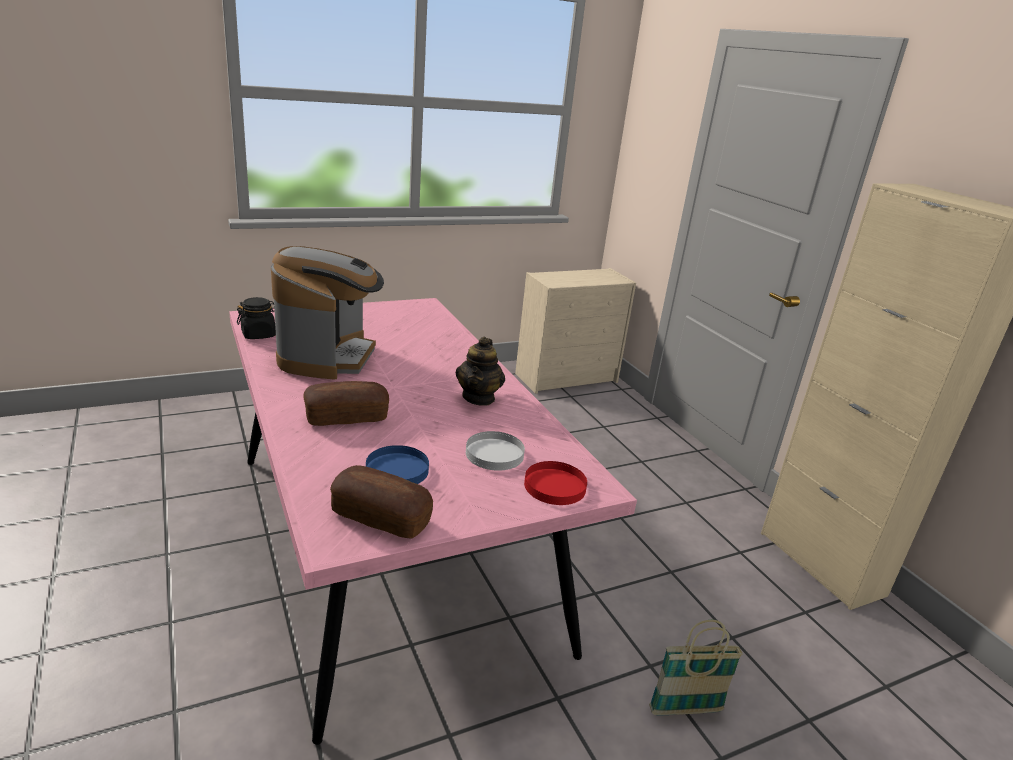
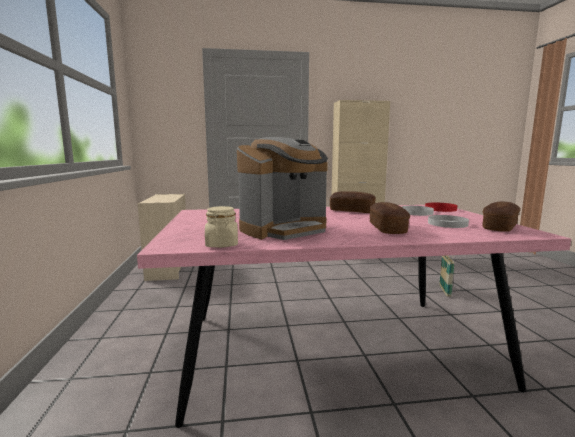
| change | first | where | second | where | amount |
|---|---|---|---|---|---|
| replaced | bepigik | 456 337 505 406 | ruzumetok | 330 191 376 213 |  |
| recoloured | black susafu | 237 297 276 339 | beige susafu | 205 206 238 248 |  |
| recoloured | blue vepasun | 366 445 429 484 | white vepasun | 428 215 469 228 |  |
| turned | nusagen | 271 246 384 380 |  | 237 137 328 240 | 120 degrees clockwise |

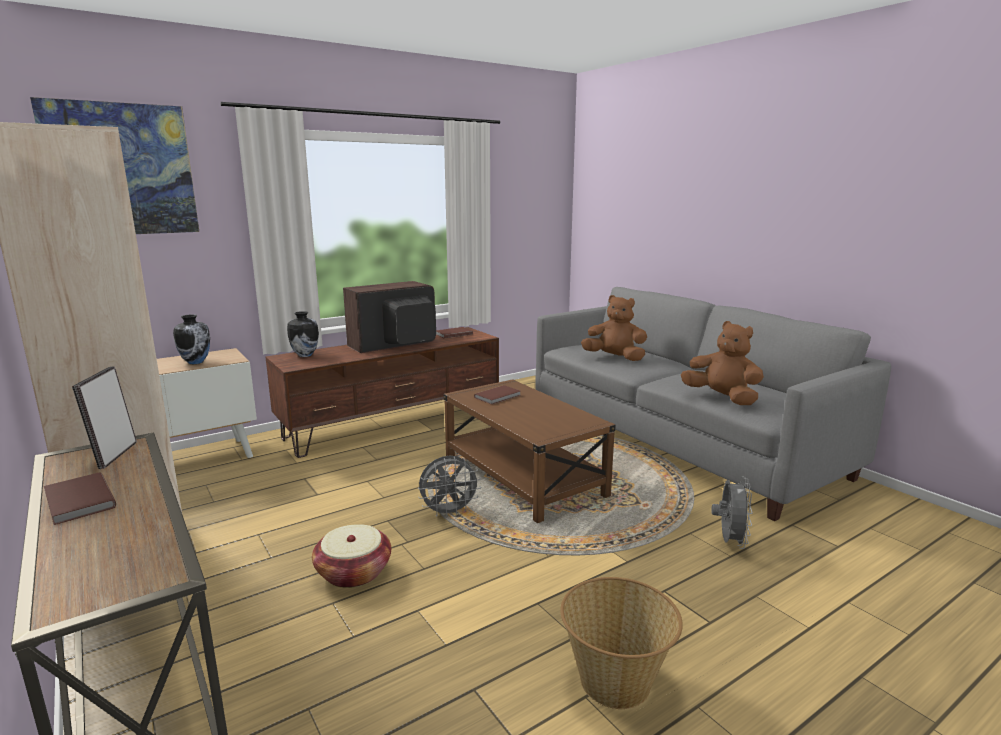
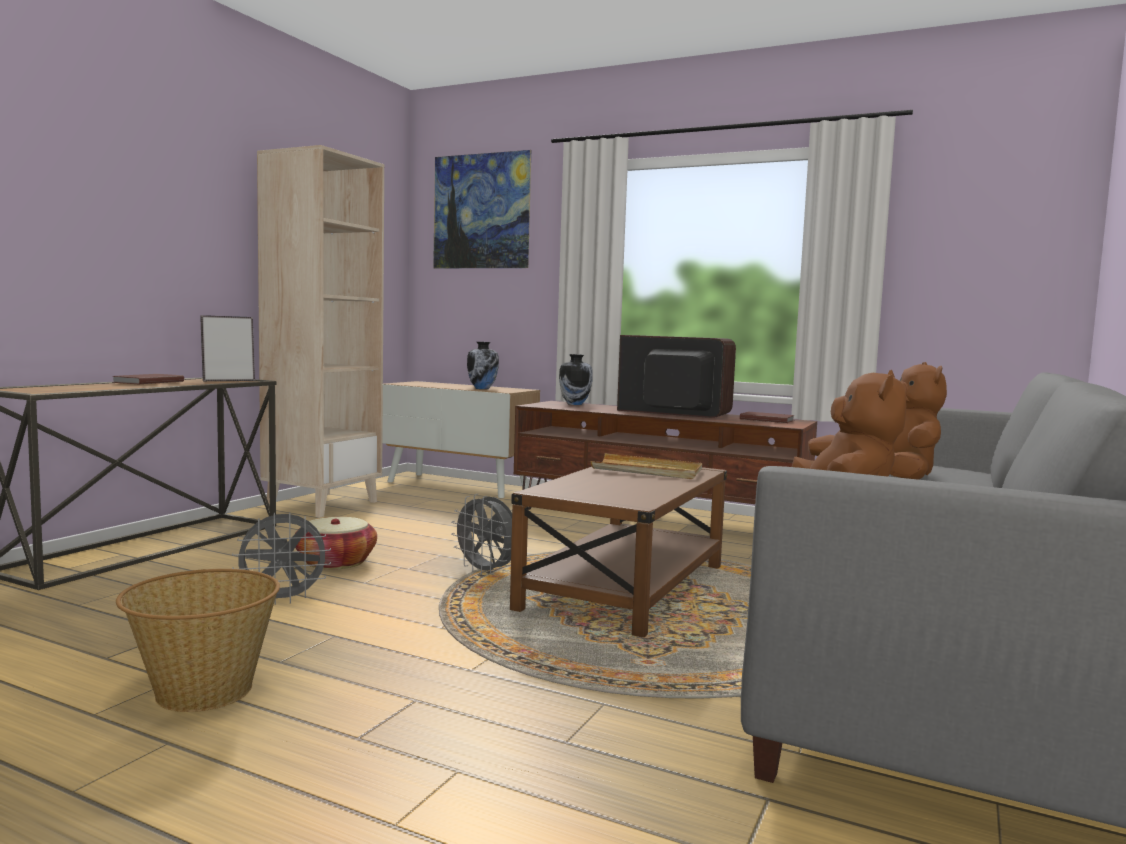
| change | first | where | second | where | amount |
|---|---|---|---|---|---|
| moved | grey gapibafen | 711 476 753 549 |  | 232 512 331 605 |  |
| replaced | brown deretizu | 474 385 521 405 | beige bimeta | 591 453 702 479 |  |

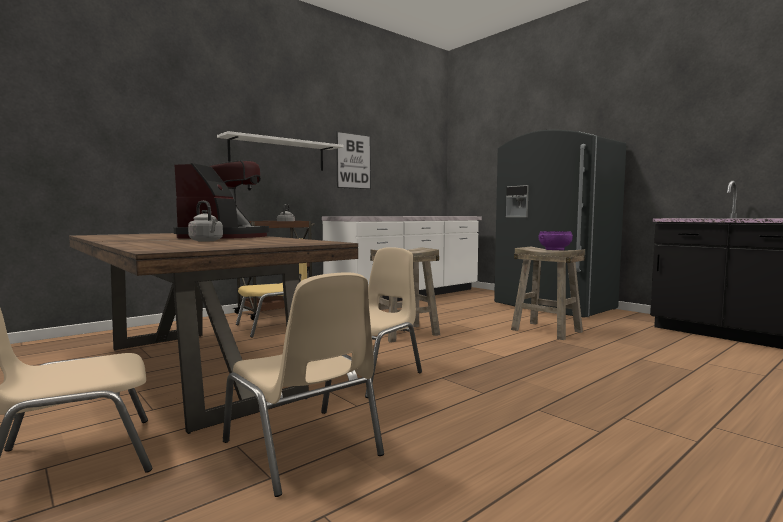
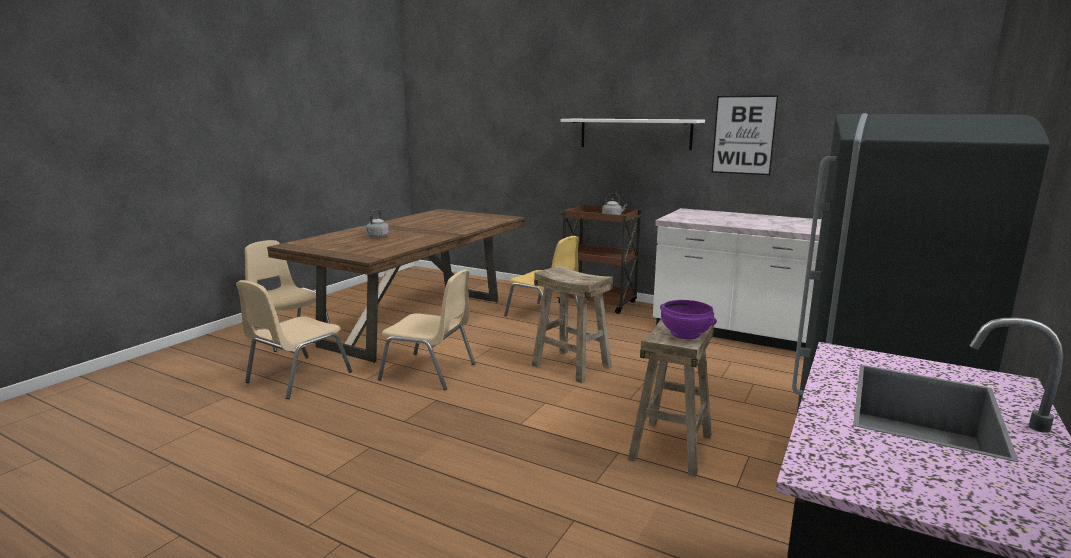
| change | first | where | second | where | amount |
|---|---|---|---|---|---|
| removed | nusagen | 174 160 269 239 |  |  |  |

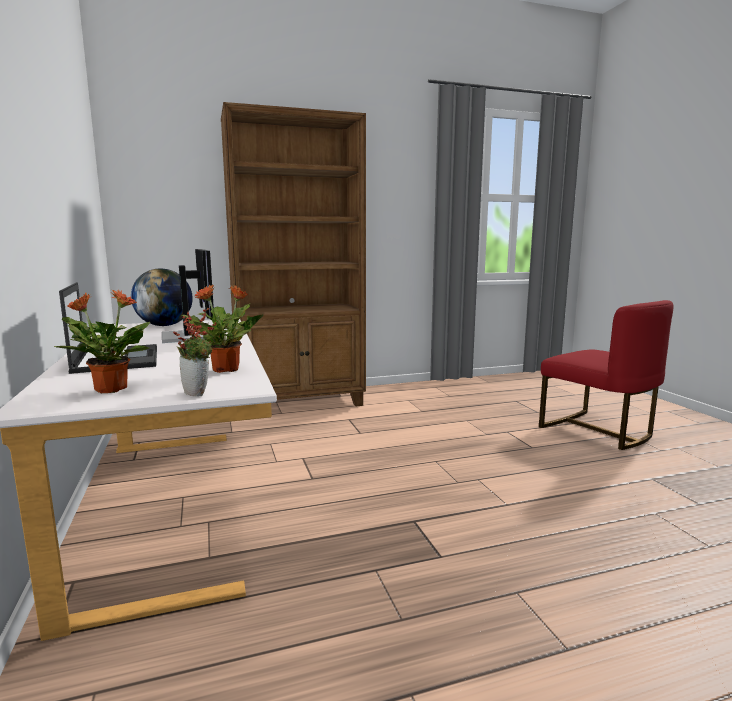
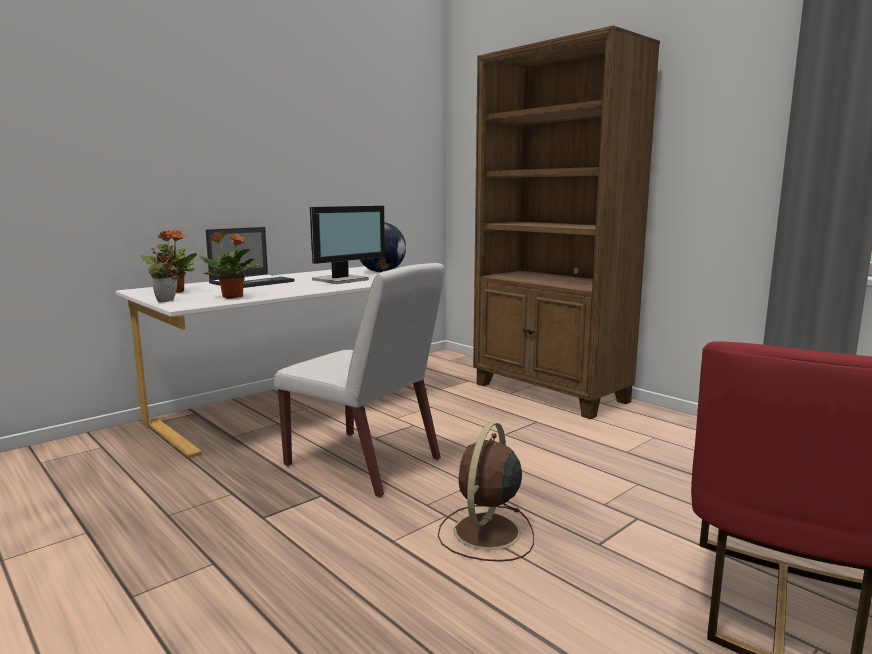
| change | first | where | second | where | amount |
|---|---|---|---|---|---|
| added |  |  | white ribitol | 274 263 445 498 |  |
| added |  |  | brown gapibafen | 438 422 534 562 |  |

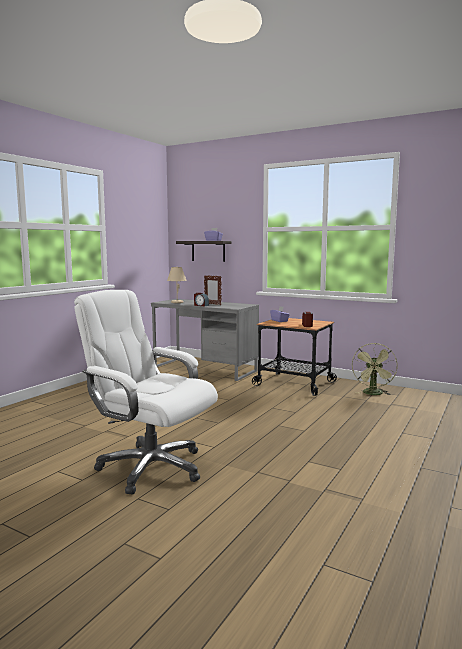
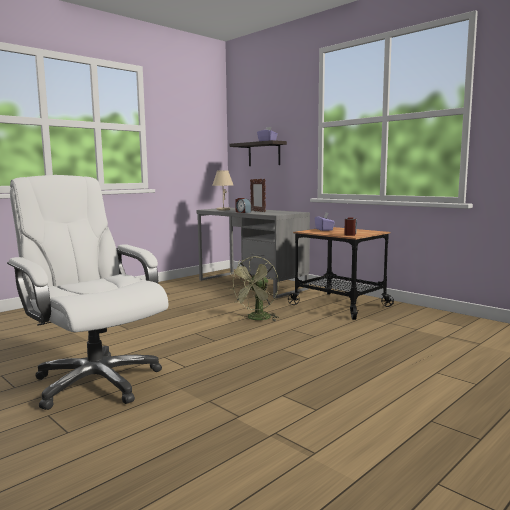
| change | first | where | second | where | amount |
|---|---|---|---|---|---|
| moved | green gapibafen | 352 343 397 395 |  | 229 256 279 321 |  |

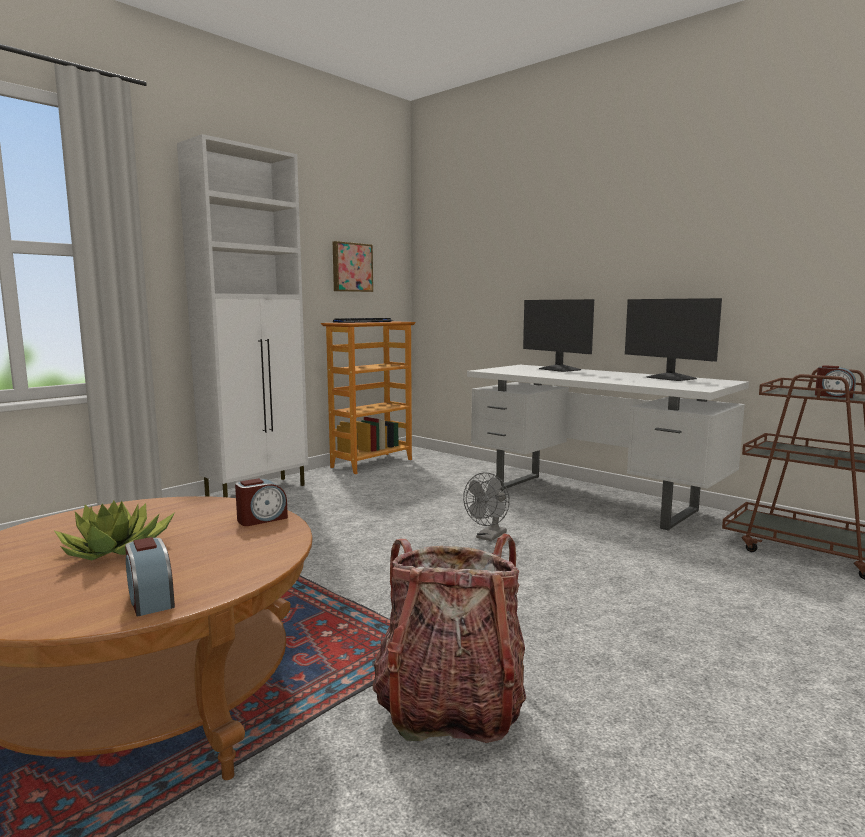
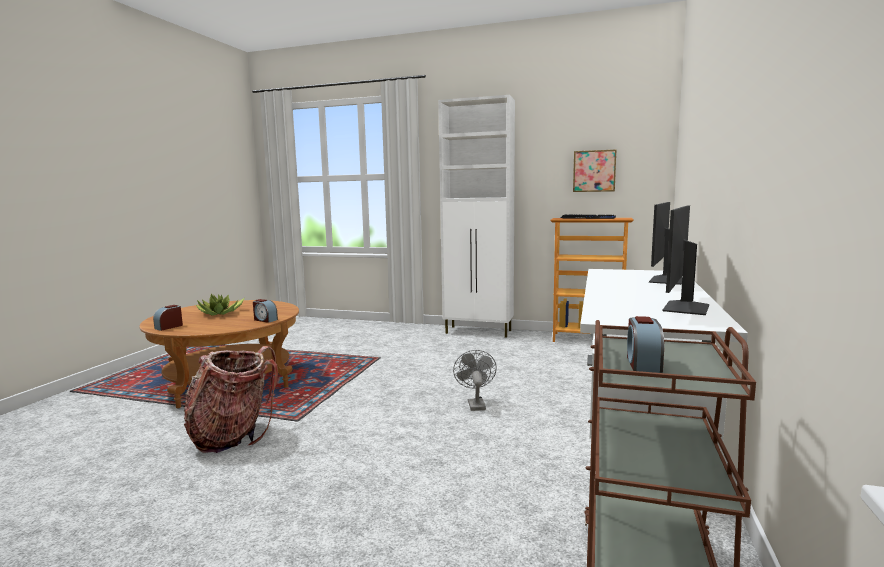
| change | first | where | second | where | amount |
|---|---|---|---|---|---|
| turned | grey gapibafen | 463 472 510 541 |  | 453 350 497 411 | 75 degrees clockwise |

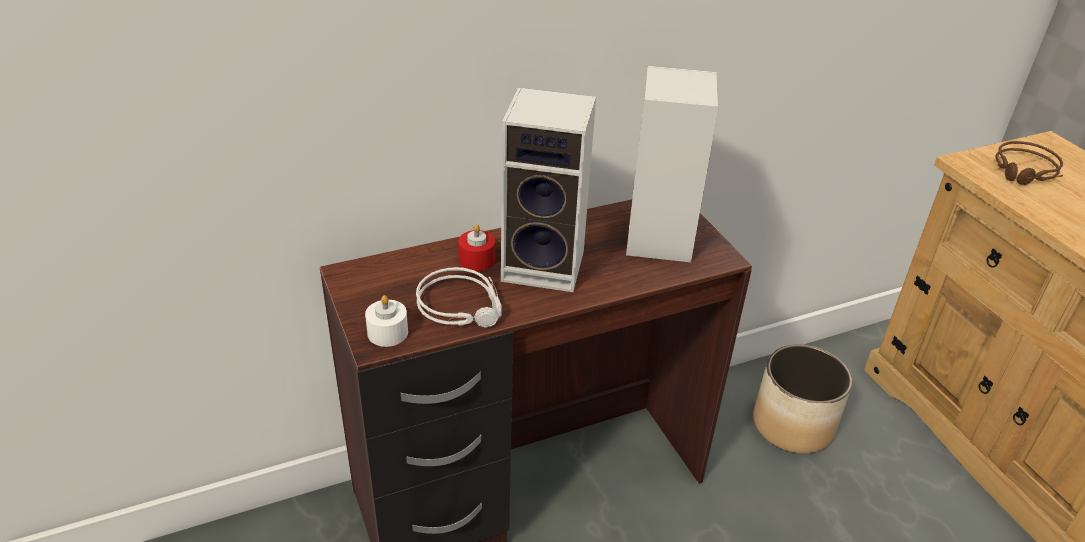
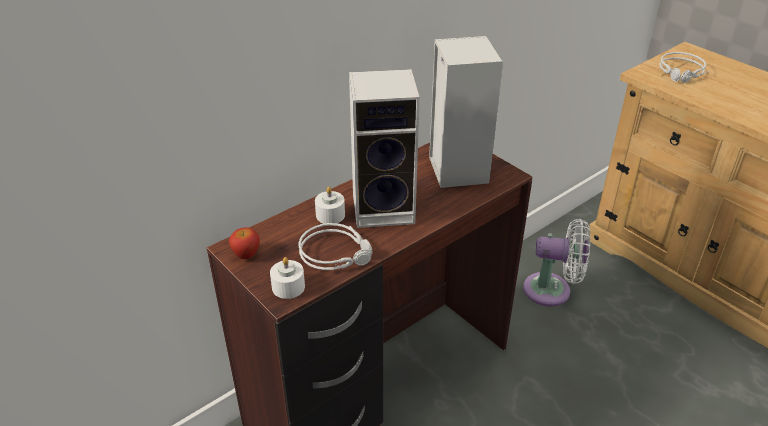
| change | first | where | second | where | amount |
|---|---|---|---|---|---|
| added |  |  | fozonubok | 229 227 260 259 |  |
| replaced | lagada | 753 344 852 453 | white gapibafen | 523 219 590 306 |  |
| recoloured | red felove | 458 224 495 271 | white felove | 315 187 345 224 |  |
| recoloured | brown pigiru | 996 141 1063 185 | grey pigiru | 659 52 709 83 |  |

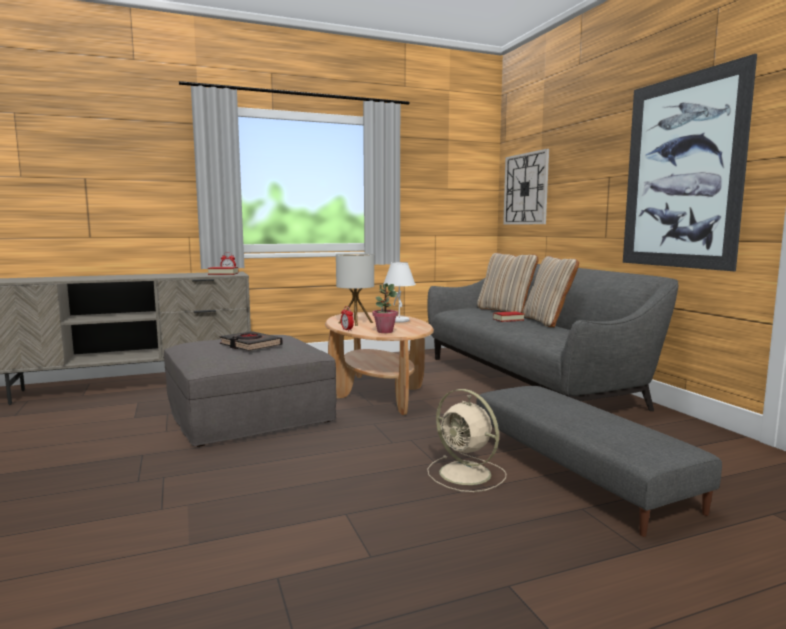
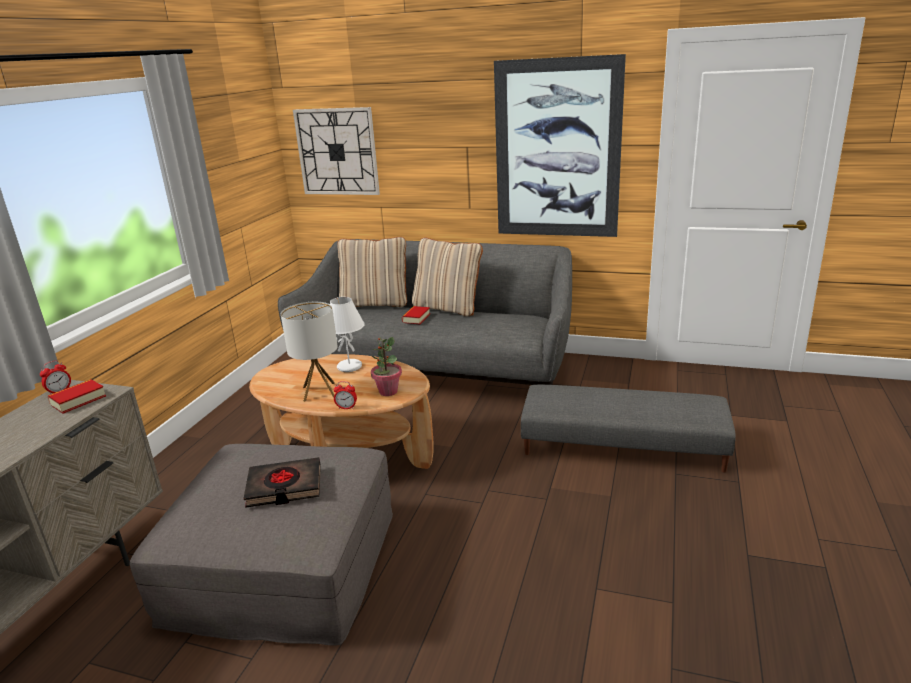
| change | first | where | second | where | amount |
|---|---|---|---|---|---|
| removed | beige gapibafen | 427 389 506 492 |  |  |  |

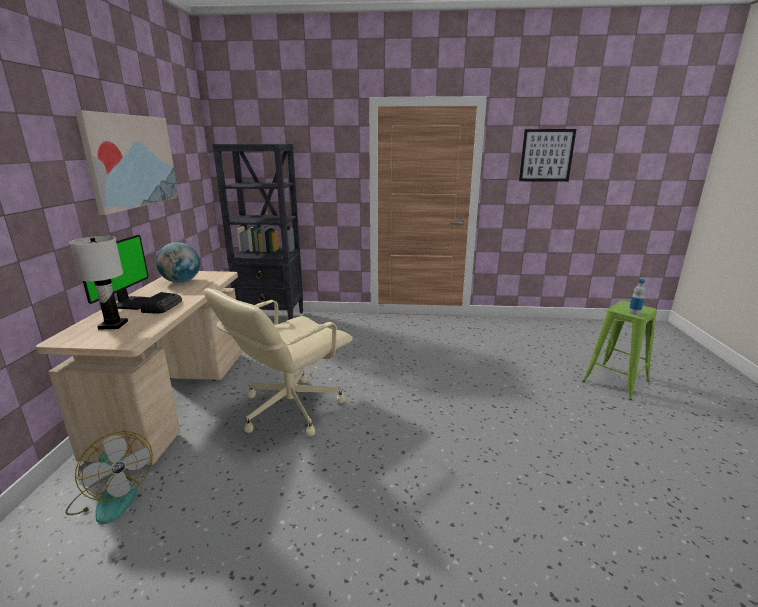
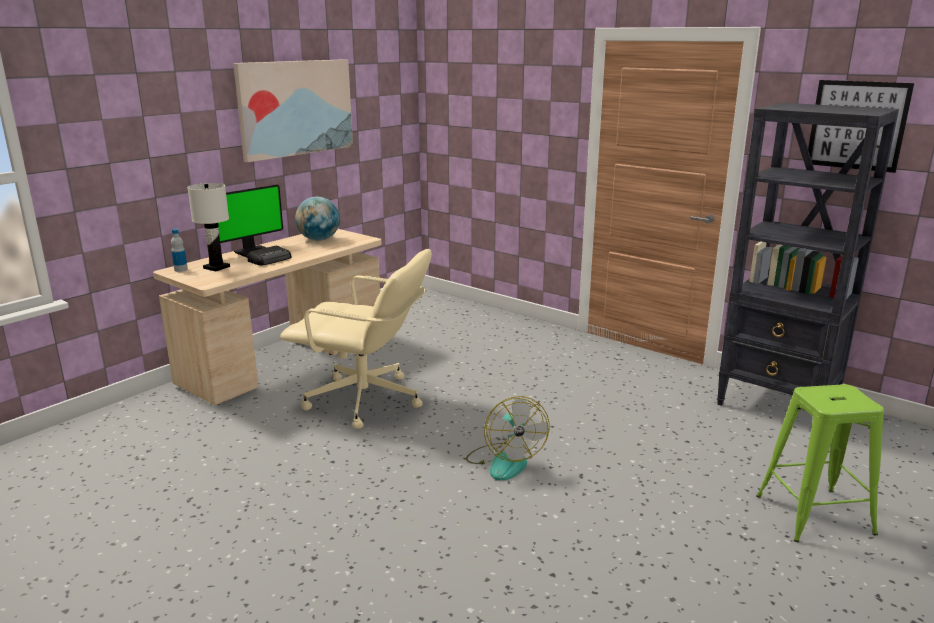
| change | first | where | second | where | amount |
|---|---|---|---|---|---|
| moved | gapibafen | 65 431 153 524 |  | 466 396 549 481 |  |
| moved | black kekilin | 212 144 303 320 |  | 717 103 899 427 |  |
| moved | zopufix | 628 279 645 315 |  | 171 229 188 272 |  |
| turned | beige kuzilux | 204 288 353 436 |  | 280 249 432 429 | 150 degrees counterclockwise |

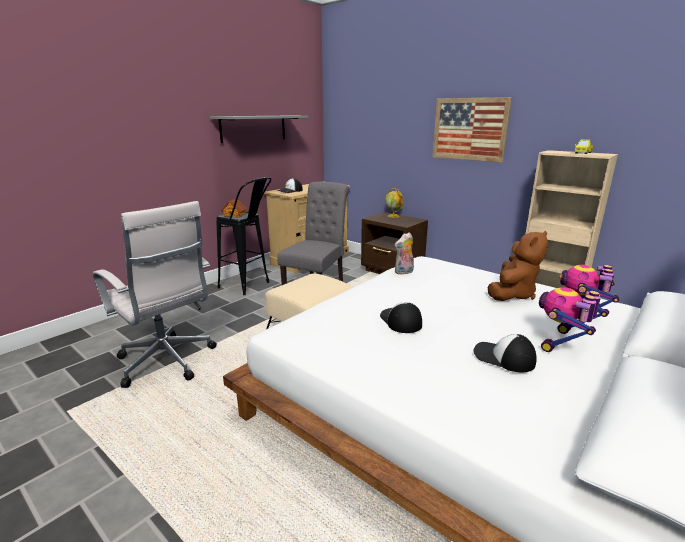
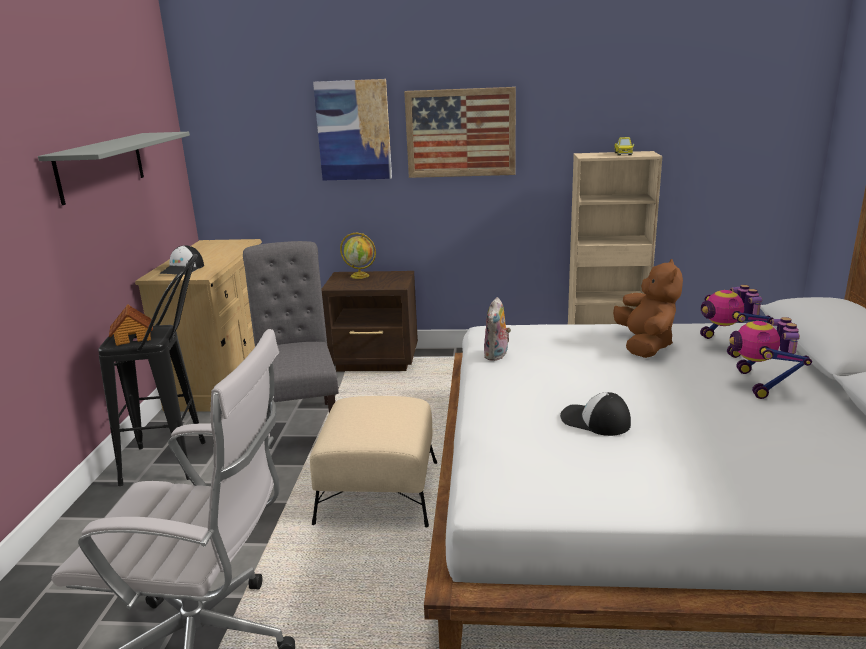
| change | first | where | second | where | amount |
|---|---|---|---|---|---|
| removed | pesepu | 474 334 537 372 |  |  |  |
| added |  |  | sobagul | 313 79 392 180 |  |

